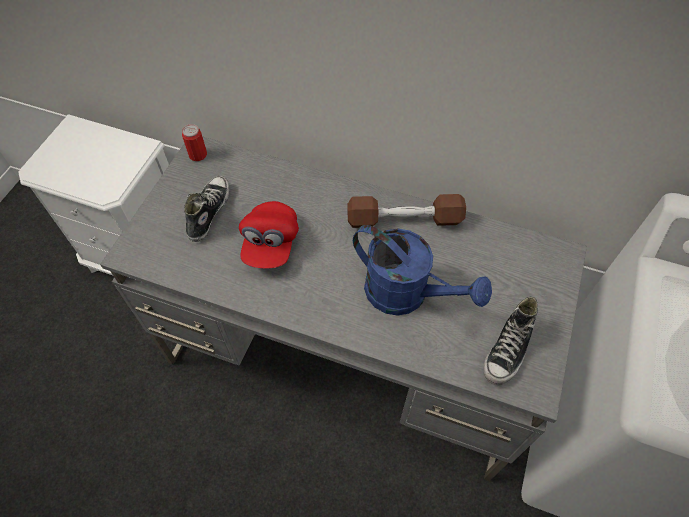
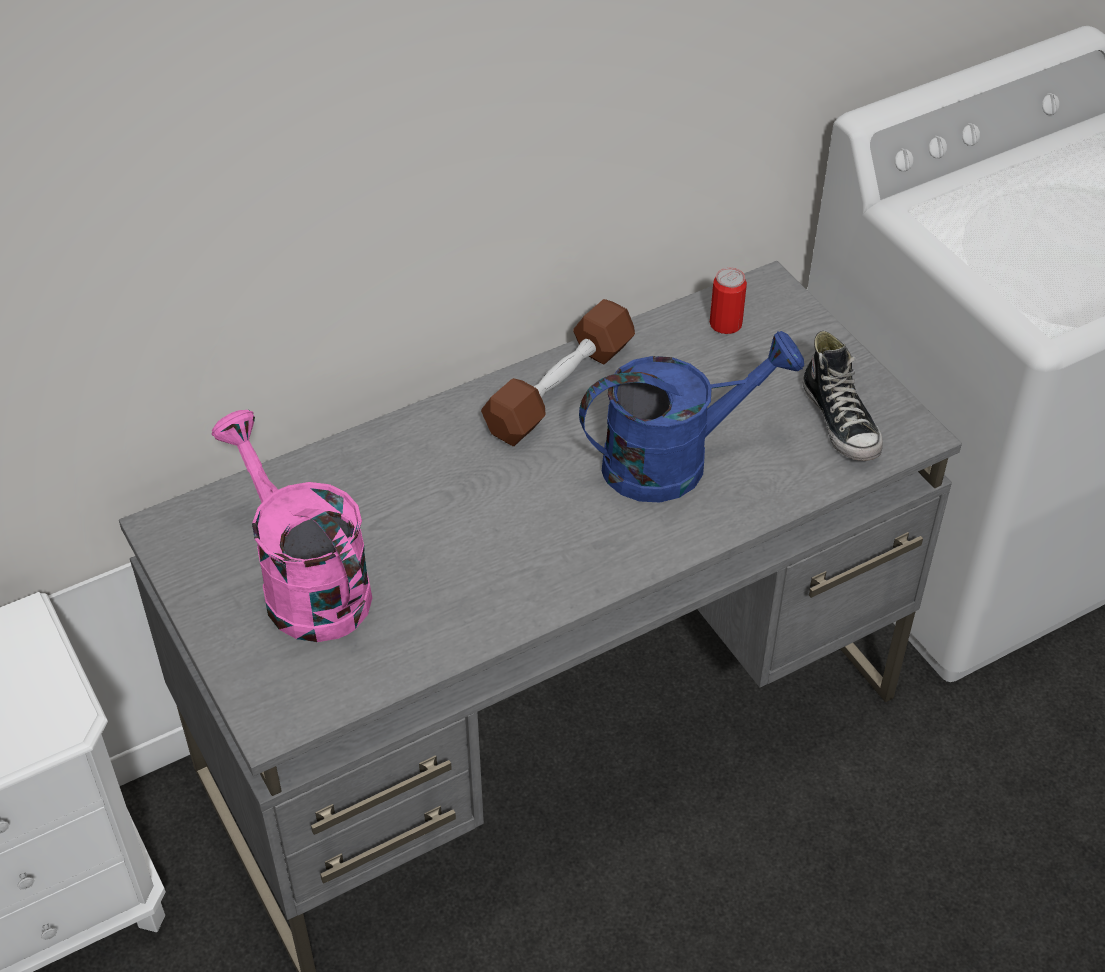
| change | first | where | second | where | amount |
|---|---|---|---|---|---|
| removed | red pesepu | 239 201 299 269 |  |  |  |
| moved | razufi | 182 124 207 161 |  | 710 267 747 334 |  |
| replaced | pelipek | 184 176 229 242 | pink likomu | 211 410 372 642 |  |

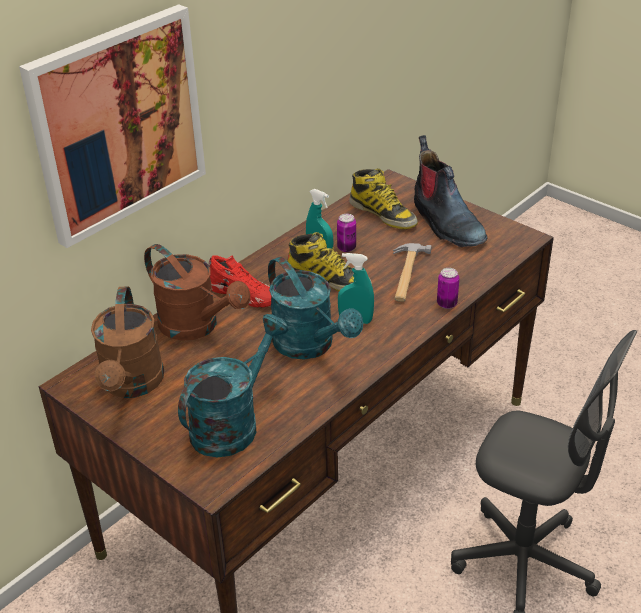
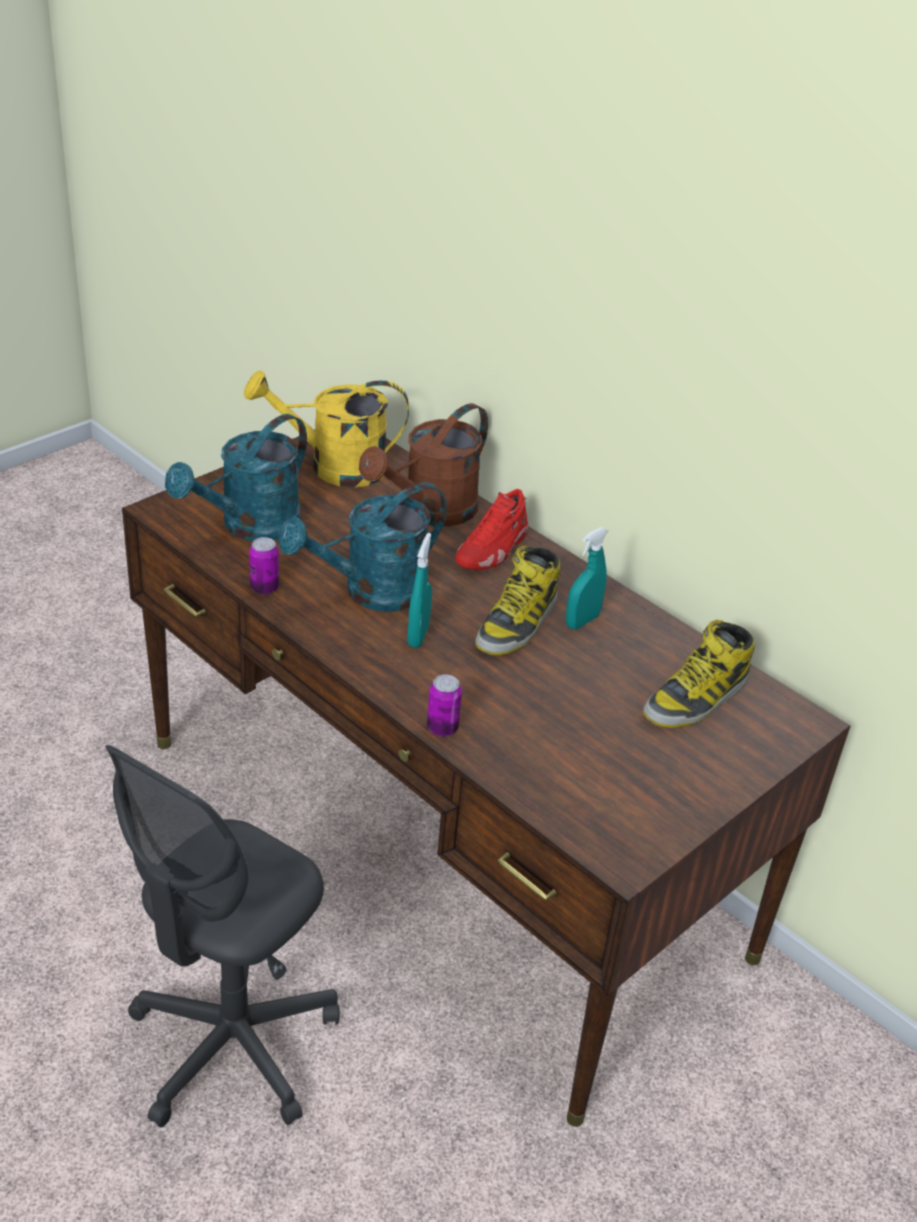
| change | first | where | second | where | amount |
|---|---|---|---|---|---|
| removed | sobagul | 19 4 206 248 |  |  |  |
| removed | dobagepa | 393 243 432 302 |  |  |  |
| removed | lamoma | 414 135 487 247 |  |  |  |
| moved | razufi | 337 214 356 252 |  | 249 537 279 594 |  |
| recoloured | brown likomu | 91 286 164 398 | yellow likomu | 244 370 409 488 |  |
| turned | turquoise likomu | 178 314 288 458 |  | 165 414 307 541 | 90 degrees clockwise |

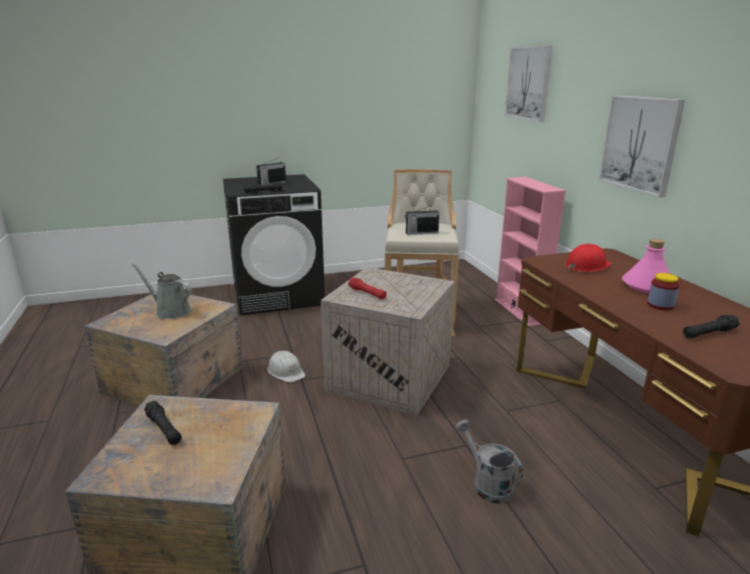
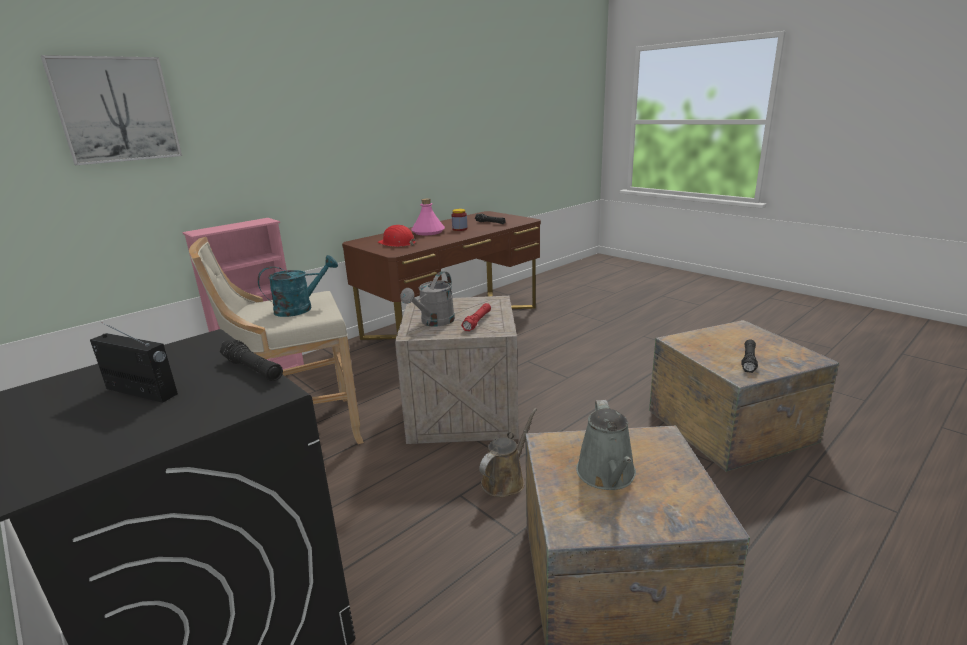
| change | first | where | second | where | amount |
|---|---|---|---|---|---|
| removed | sobagul | 599 95 685 197 |  |  |  |
| moved | grey likomu | 455 419 523 504 |  | 400 271 455 326 |  |
| replaced | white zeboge | 267 351 305 382 | brown likomu | 479 408 537 497 |  |
| replaced | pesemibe | 405 205 439 235 | turquoise likomu | 258 255 338 317 |  |

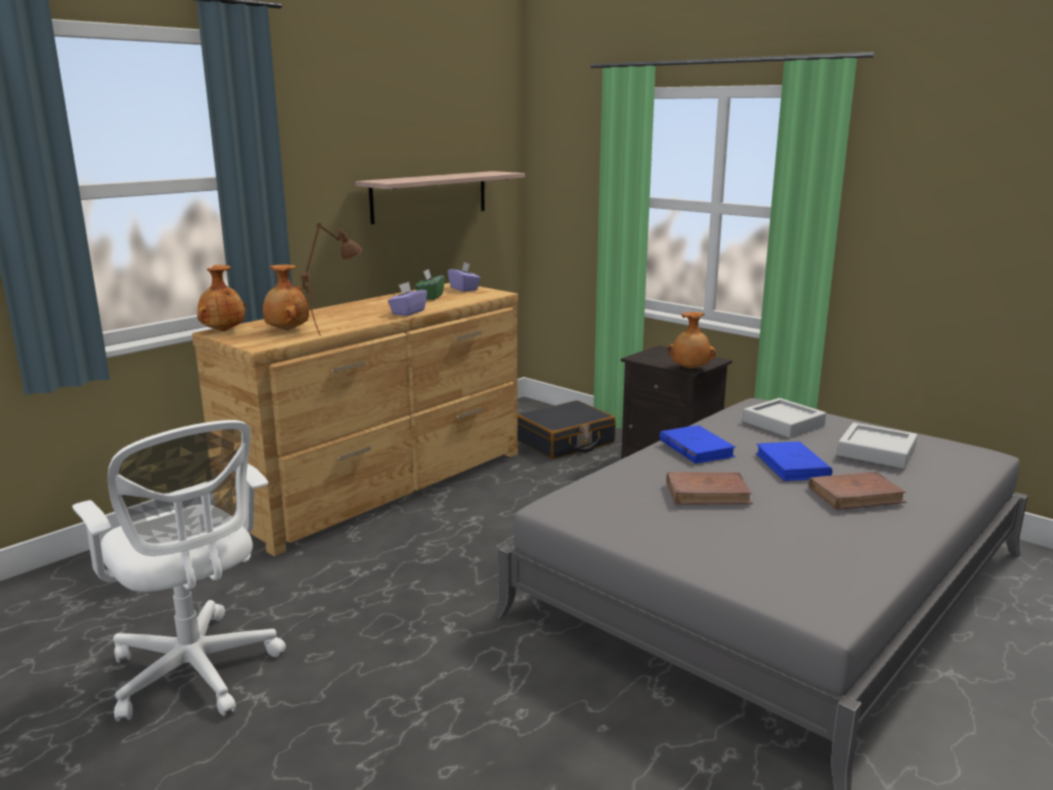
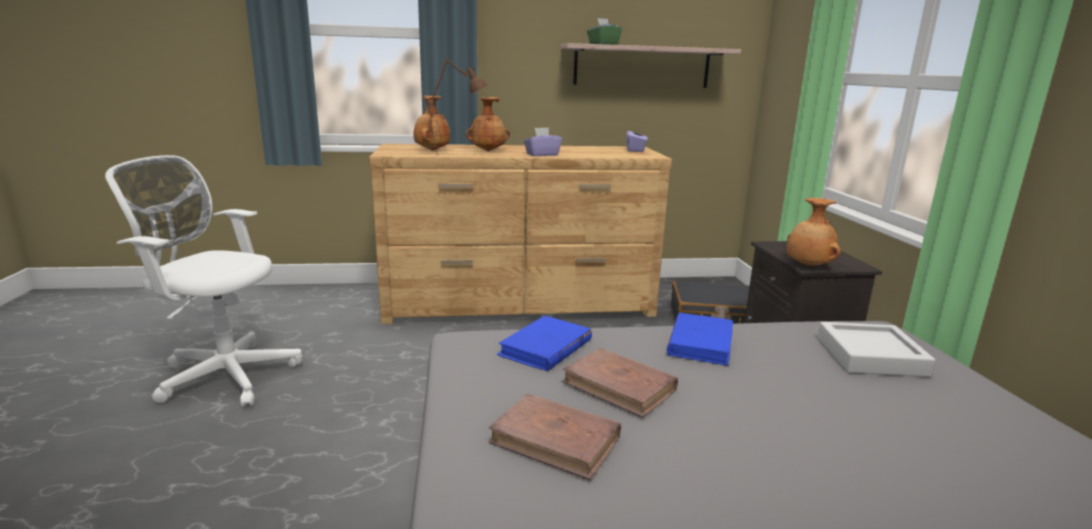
| change | first | where | second | where | amount |
|---|---|---|---|---|---|
| removed | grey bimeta | 837 423 918 469 |  |  |  |
| moved | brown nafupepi | 197 265 246 331 |  | 466 97 510 151 |  |
| moved | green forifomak | 415 269 445 300 |  | 587 18 622 45 |  |
| moved | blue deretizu | 756 441 832 481 |  | 497 315 592 371 |  |
| moved | brown deretizu | 808 471 906 510 |  | 489 394 621 480 |  |
| turned | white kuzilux | 72 420 286 722 |  | 105 155 302 407 | 105 degrees clockwise |

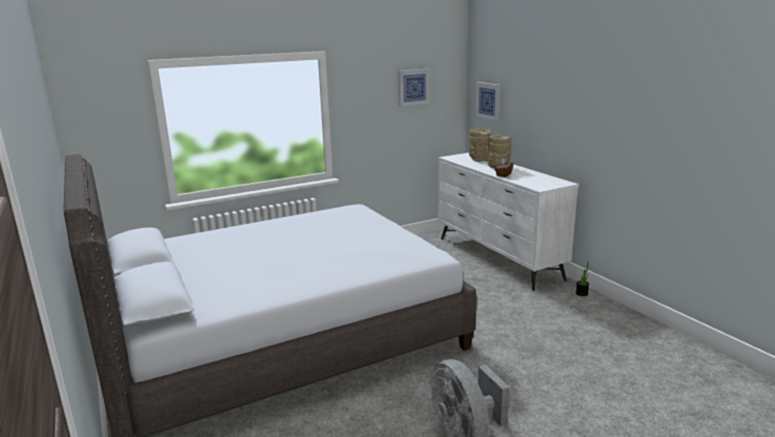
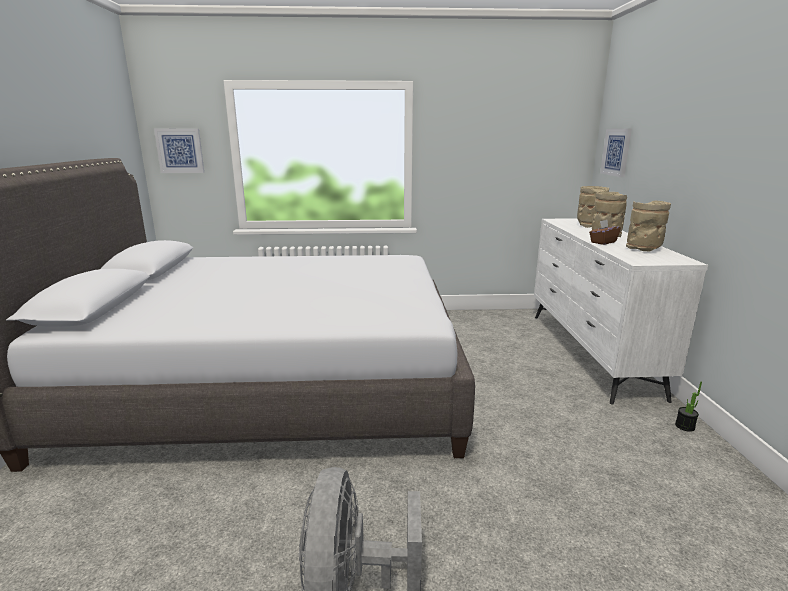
| change | first | where | second | where | amount |
|---|---|---|---|---|---|
| added |  |  | beige nafupepi | 626 201 671 252 |  |
| moved | sobagul | 398 69 430 107 |  | 154 129 204 173 |  |

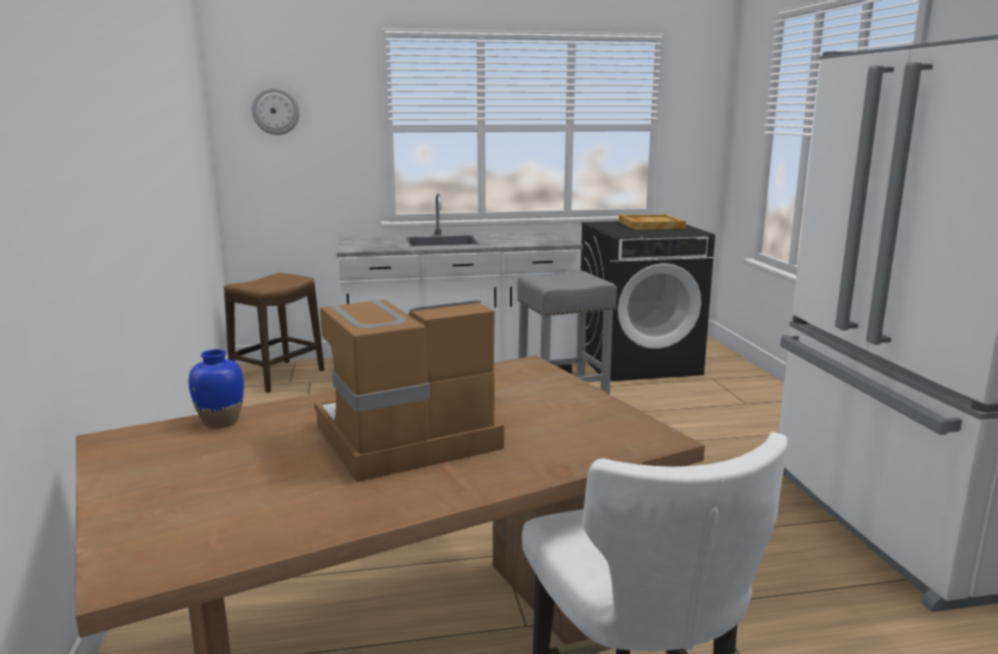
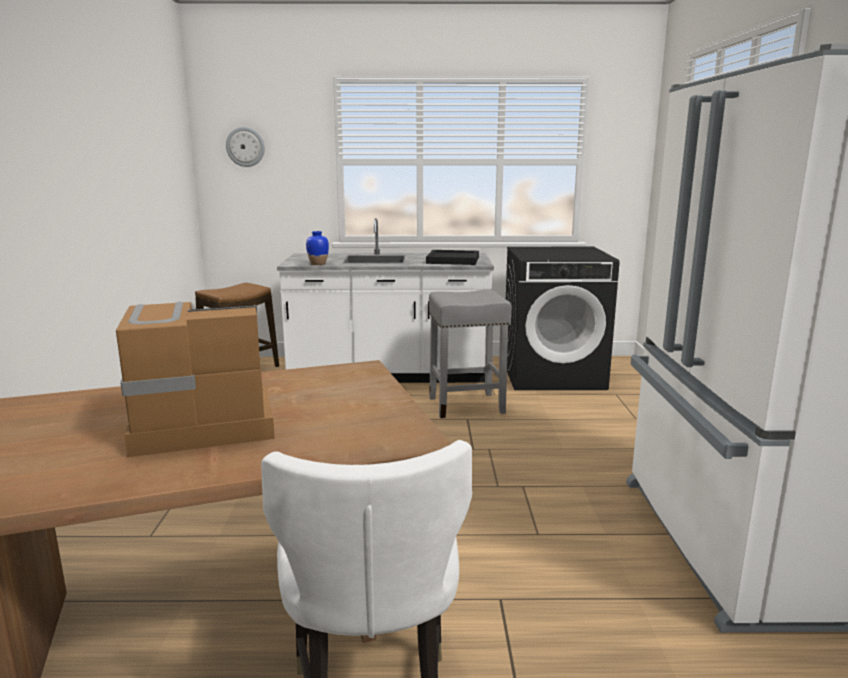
| change | first | where | second | where | amount |
|---|---|---|---|---|---|
| removed | beige bimeta | 619 214 686 230 |  |  |  |
| added |  |  | black bimeta | 426 250 479 265 |  |
| moved | blue nafupepi | 189 349 244 428 |  | 306 231 329 265 |  |

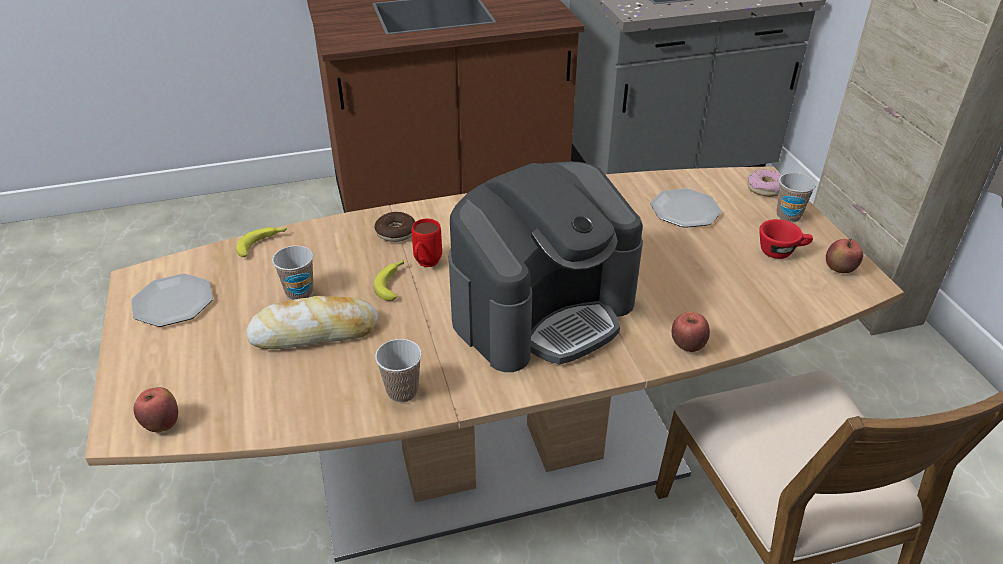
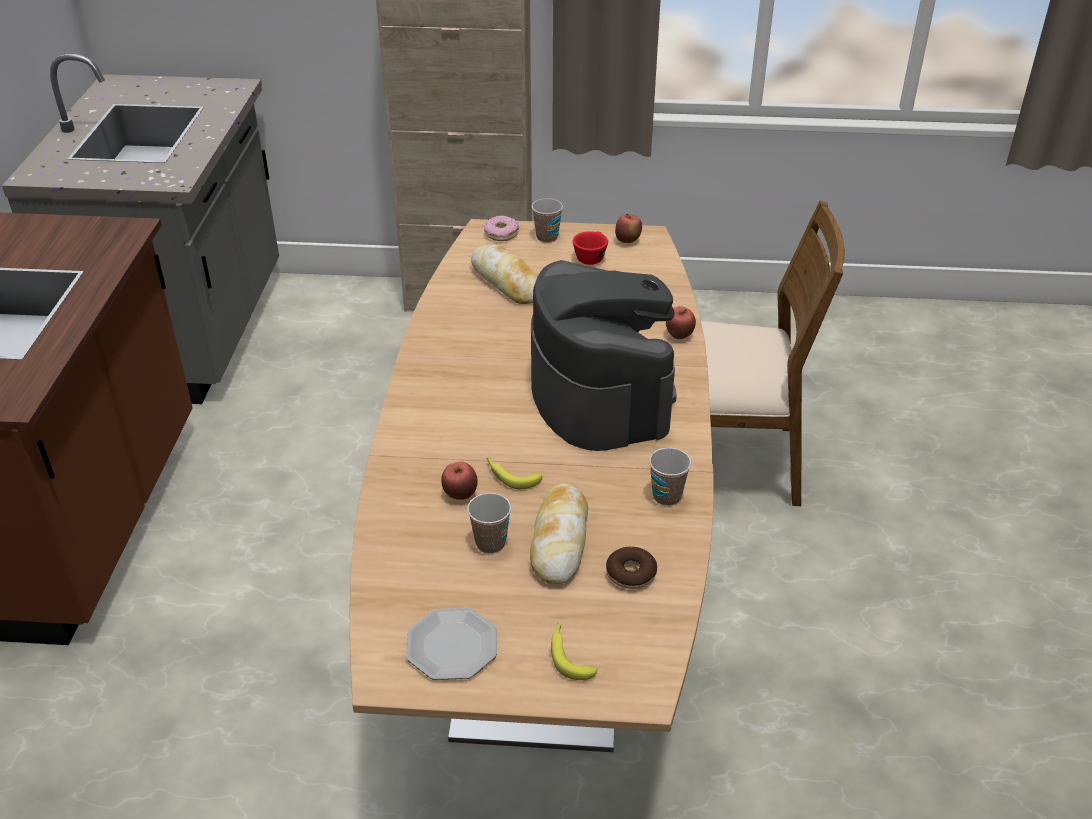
| change | first | where | second | where | amount |
|---|---|---|---|---|---|
| removed | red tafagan | 411 219 442 267 |  |  |  |
| moved | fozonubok | 133 387 178 432 |  | 441 462 478 500 |  |
| moved | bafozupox | 236 227 287 257 |  | 551 622 598 680 |  |
| moved | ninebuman | 375 212 415 242 |  | 606 547 657 589 |  |
| replaced | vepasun | 651 188 721 228 | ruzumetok | 471 244 537 304 |  |

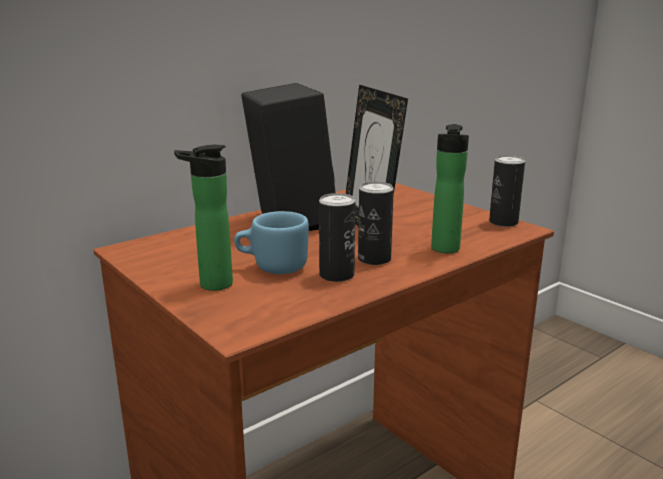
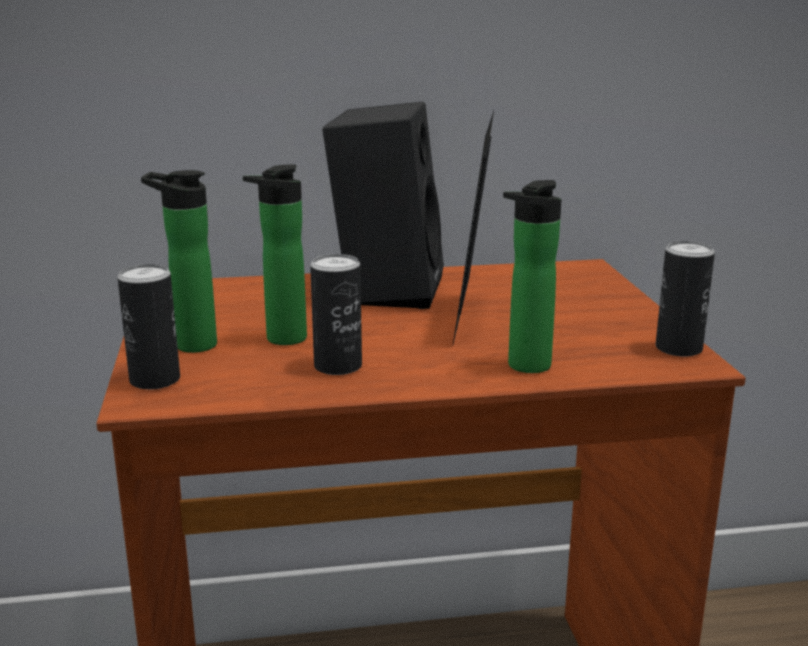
| change | first | where | second | where | amount |
|---|---|---|---|---|---|
| moved | razufi | 358 182 394 265 |  | 118 264 180 389 |  |
| replaced | blue tafagan | 234 211 309 274 | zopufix | 243 164 307 345 |  |

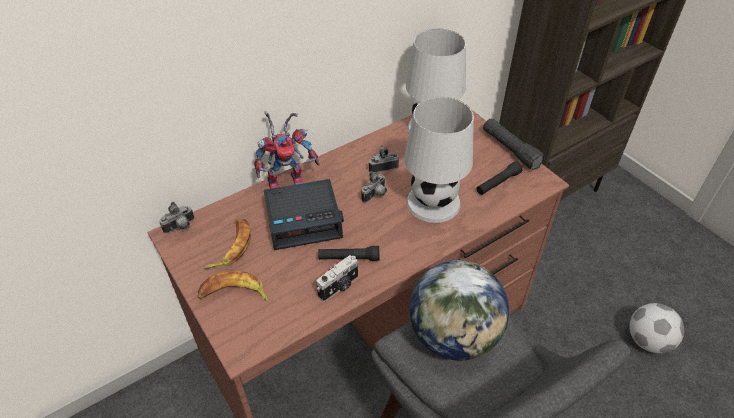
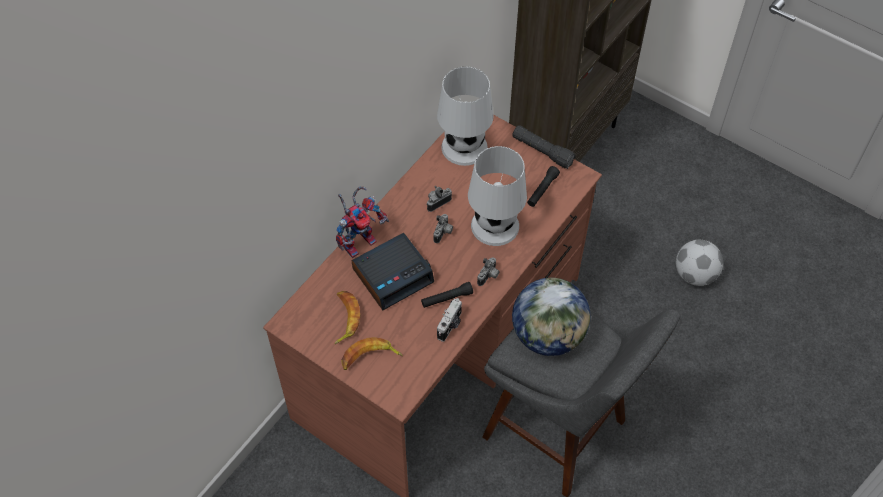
| change | first | where | second | where | amount |
|---|---|---|---|---|---|
| moved | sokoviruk | 159 202 194 234 |  | 477 257 500 286 |  |

